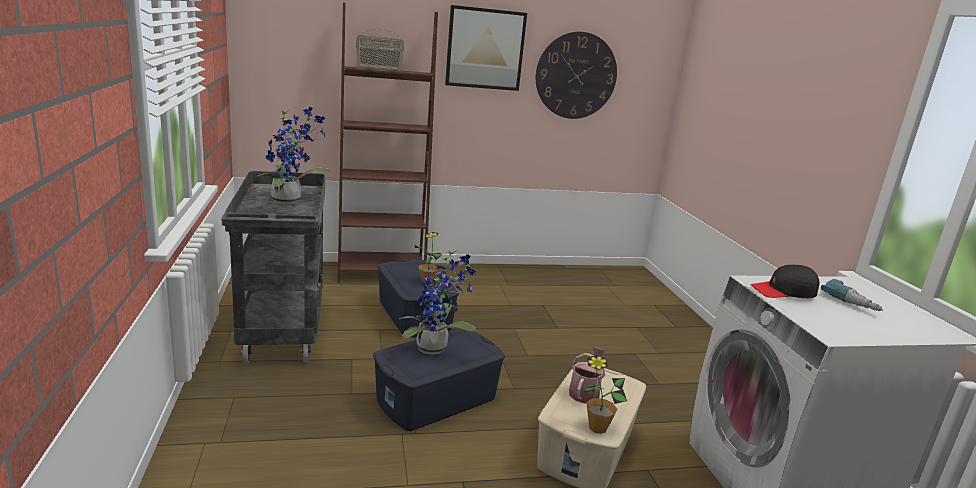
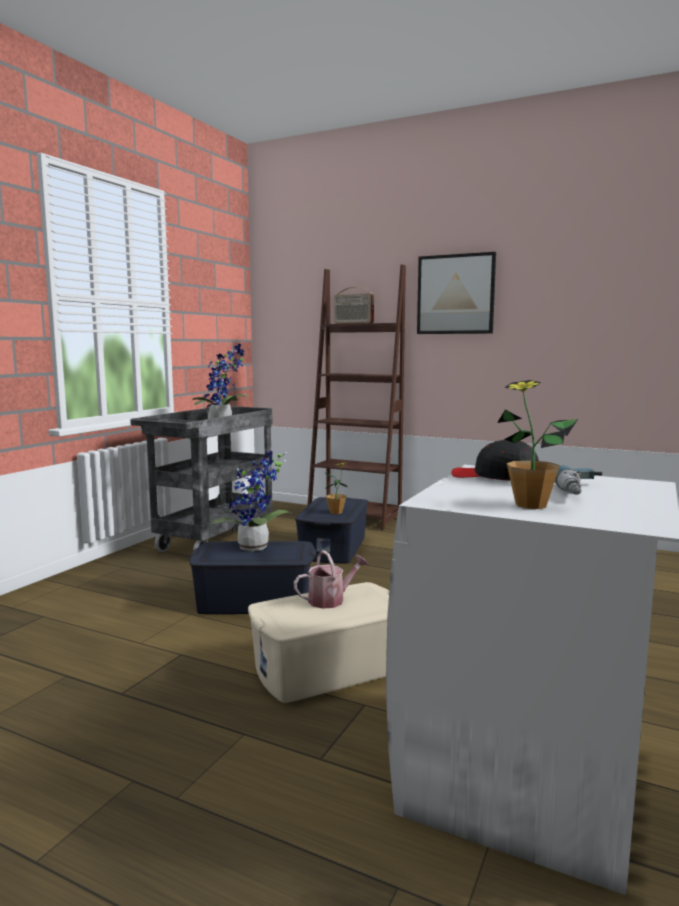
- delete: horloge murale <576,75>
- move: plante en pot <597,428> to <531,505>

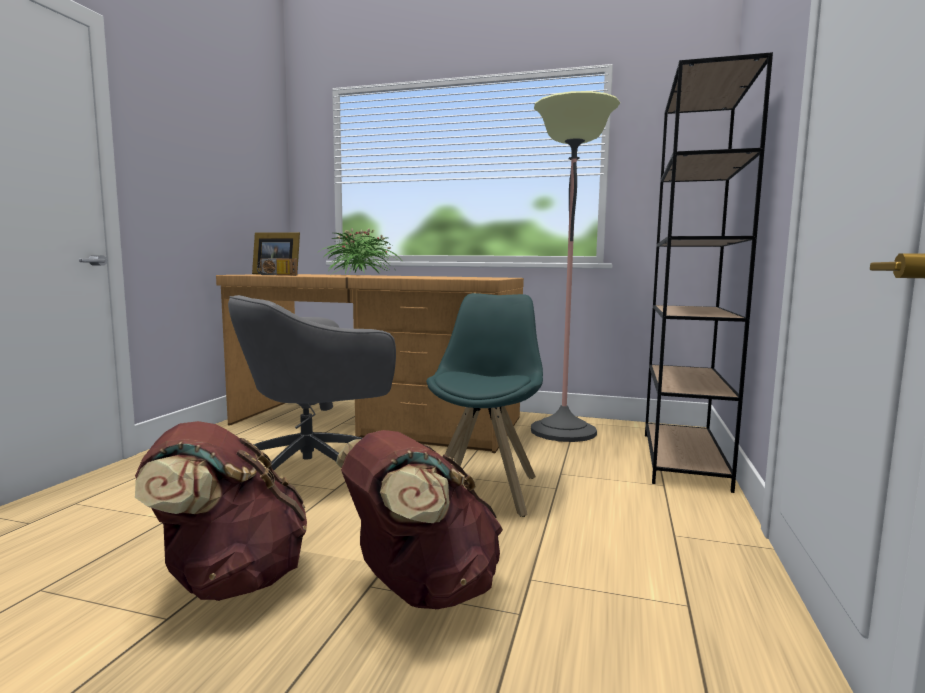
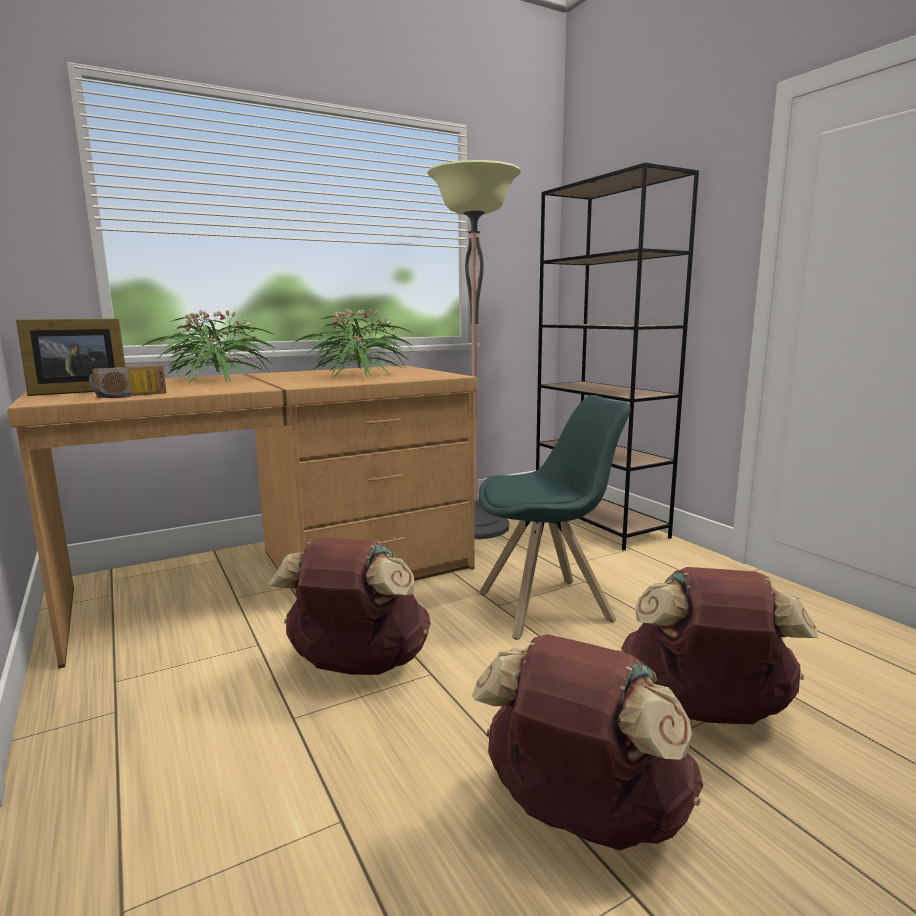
- rotate: chaise/turquoise <484,489> = <546,607> 105 degrees clockwise
- replace: chaise de bureau/gris <313,471> to sac à dos/marron <357,667>
- insert: plante en pot <358,375>

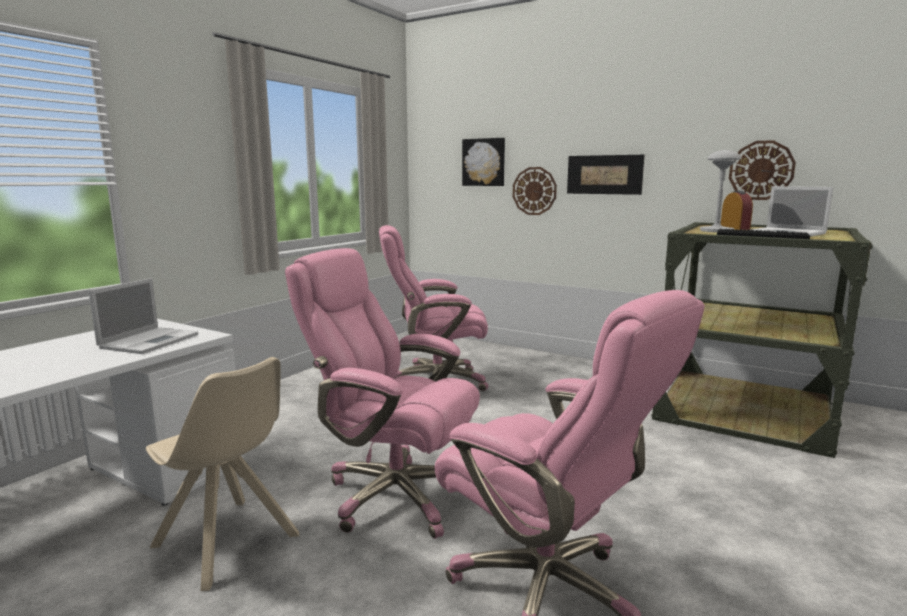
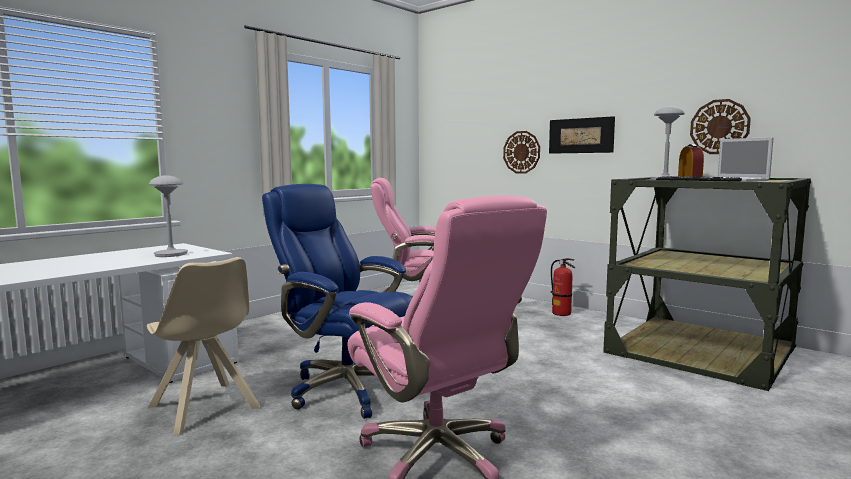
- delete: tableau <484,162>
- recolor: chaise de bureau/rose <393,495> to chaise de bureau/bleu <345,389>
- replace: ordinateur portable <150,341> to lampe de table/gris <171,254>
- insert: extincteur <561,313>

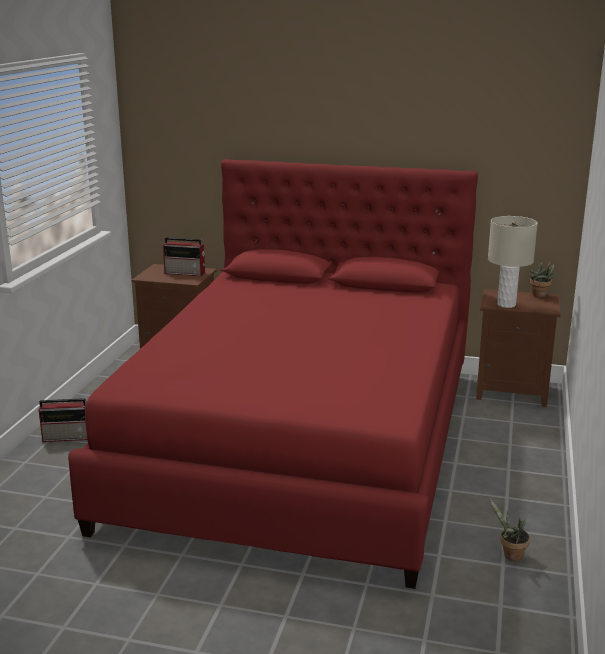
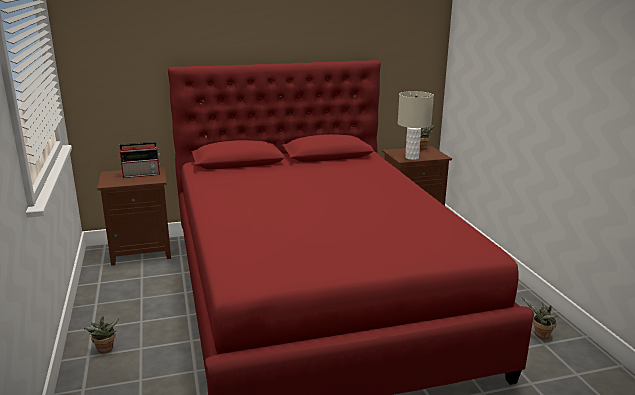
- replace: radio <68,437> to plante en pot <105,350>

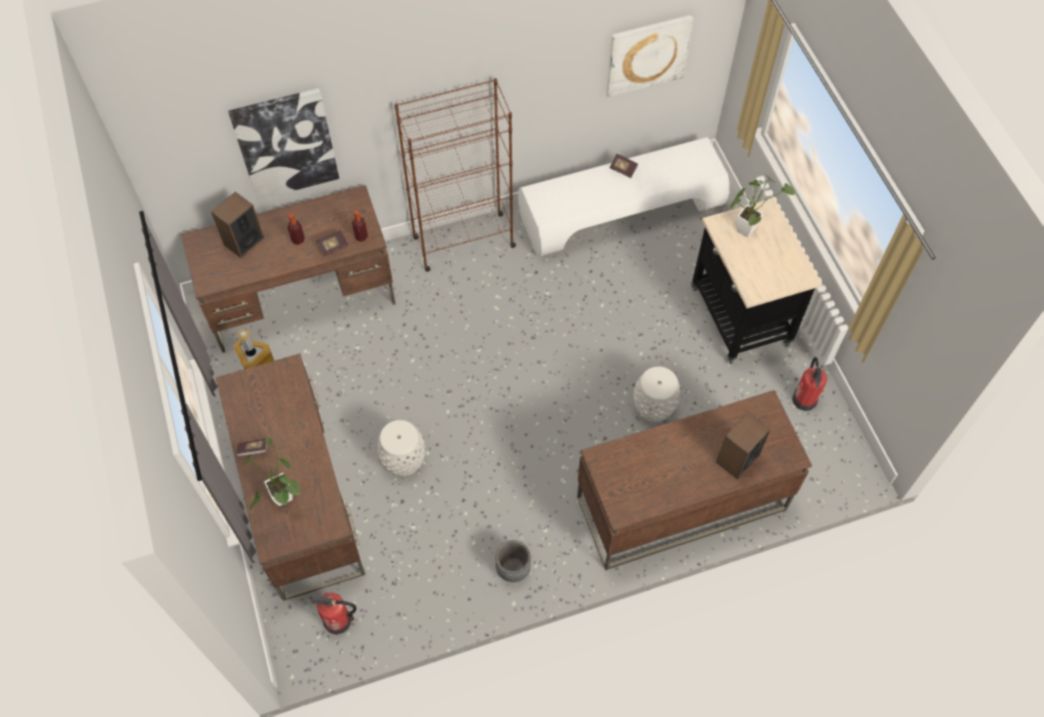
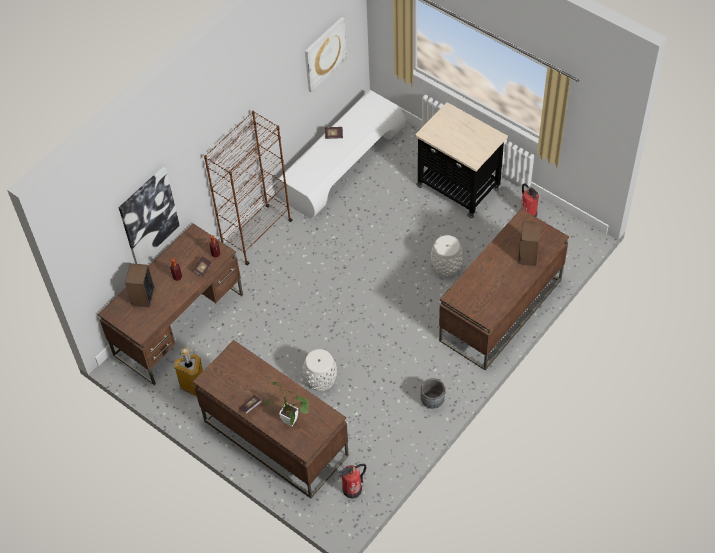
- delete: plante en pot <748,228>

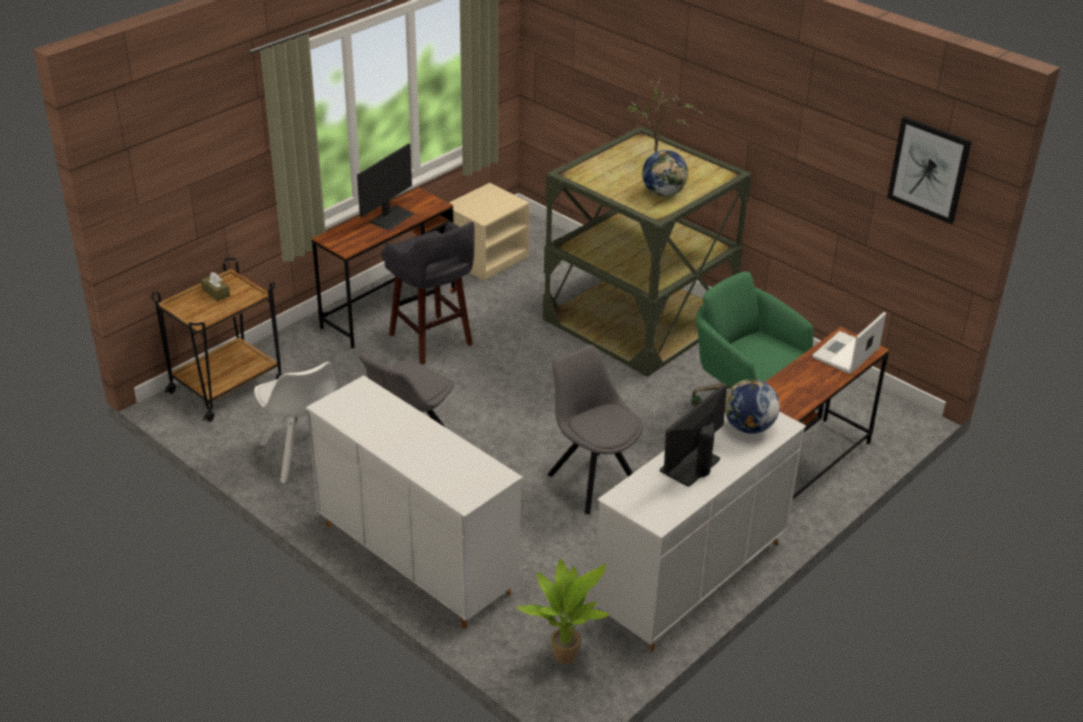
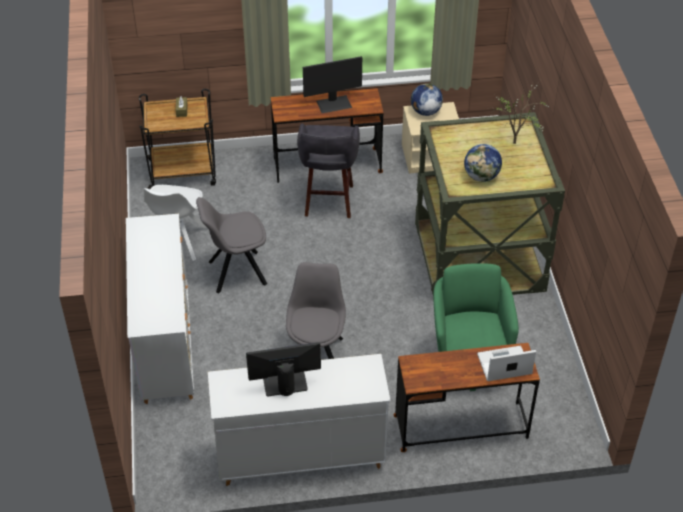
- delete: tableau <929,169>
- move: globe <748,427> to <425,112>
- delete: plante en pot <564,655>

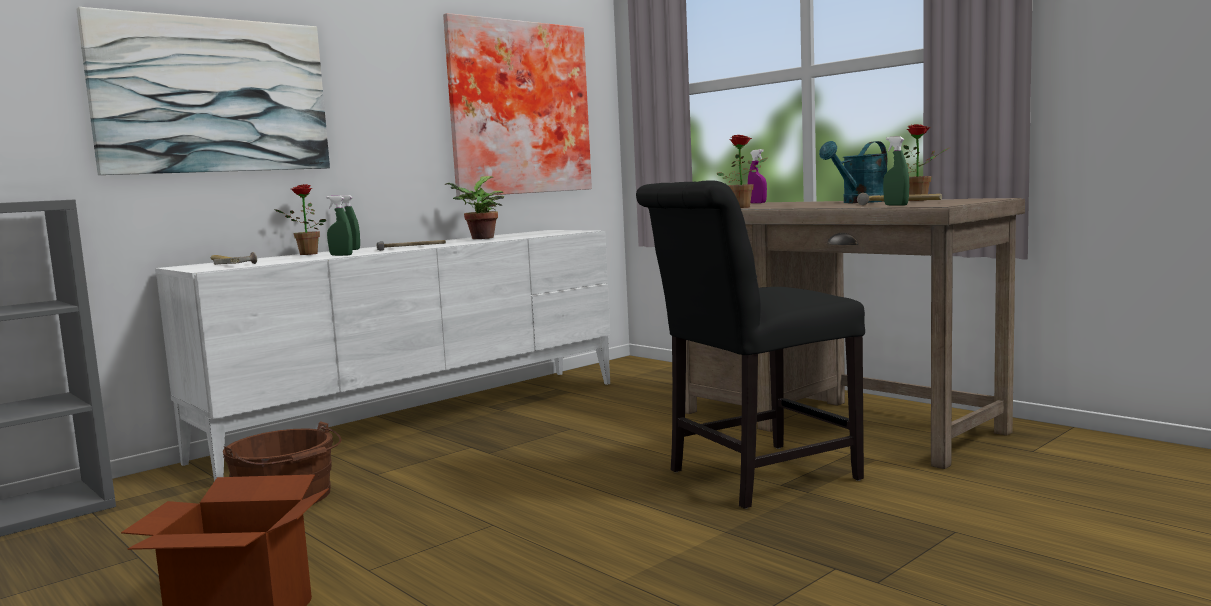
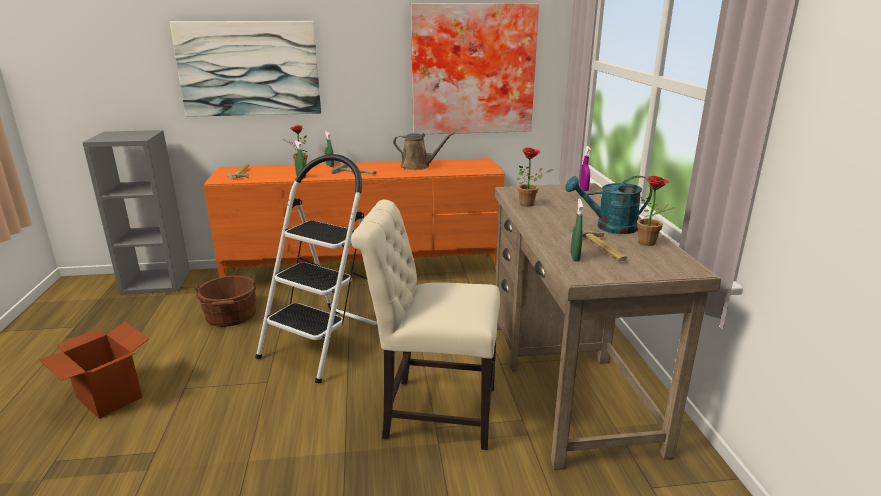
- replace: plante en pot <480,238> to arrosoir/marron <418,166>
- recolor: chaise/noir <752,477> to chaise/beige <432,411>
- recolor: meuble de rangement/blanc <423,418> to meuble de rangement/orange <365,273>
- insert: escabeau <329,342>

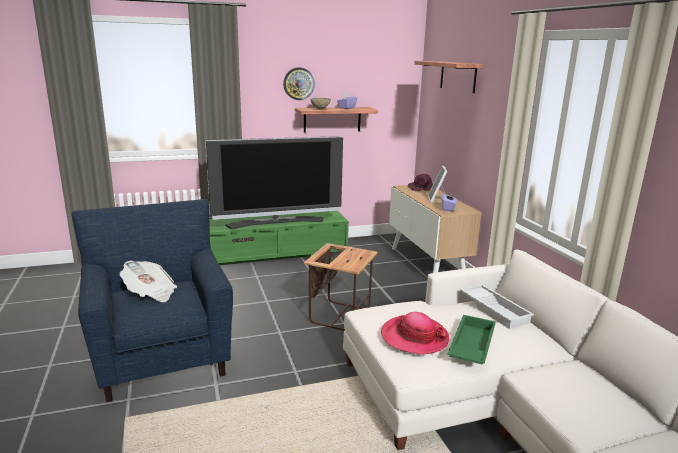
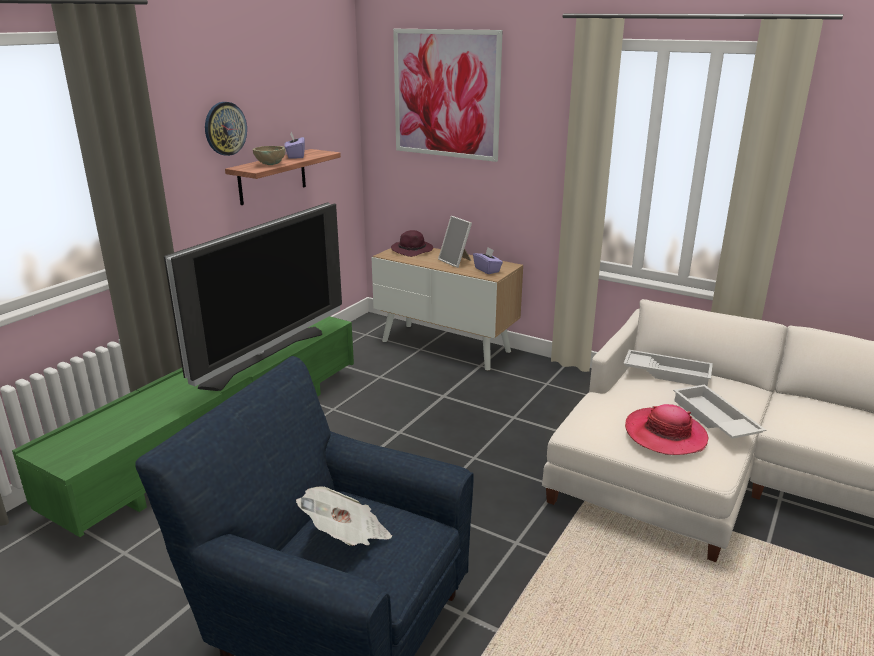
- replace: étagère <458,76> to tableau <446,94>
- delete: table d'appoint <340,315>
- recolor: plateau/vert <470,345> to plateau/blanc <713,419>

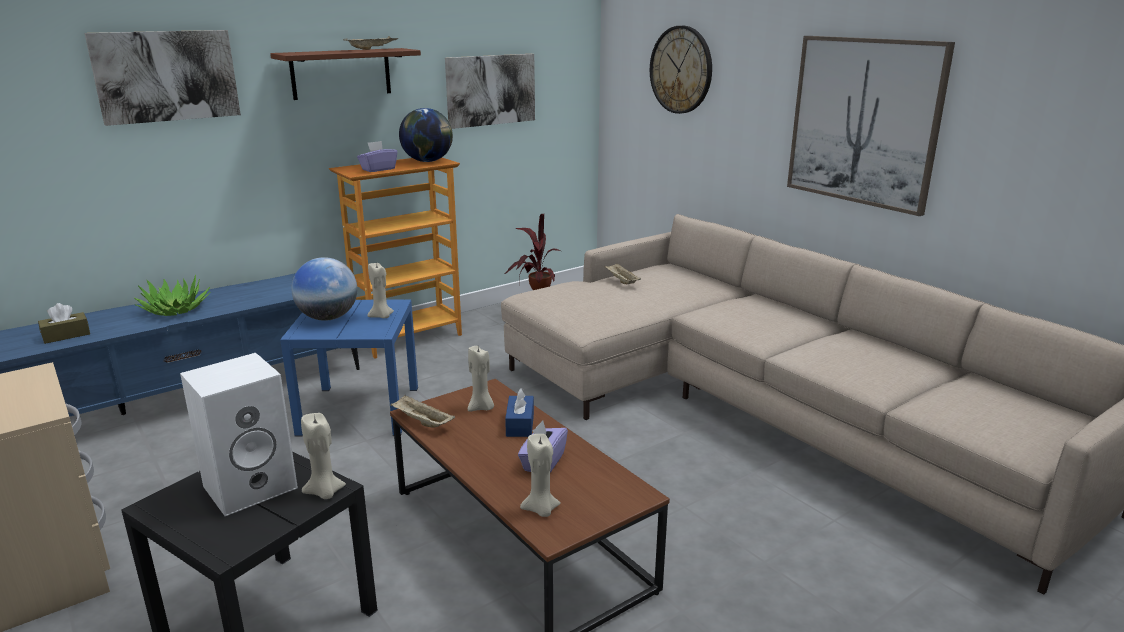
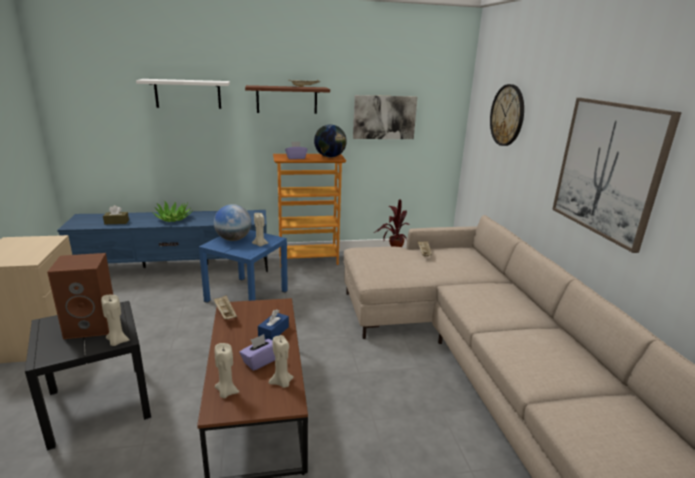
- replace: tableau <166,76> to étagère/blanc <188,94>
- move: bougie/beige <481,408> to <282,383>
- recolor: enceinte/blanc <252,485> to enceinte/marron <93,326>

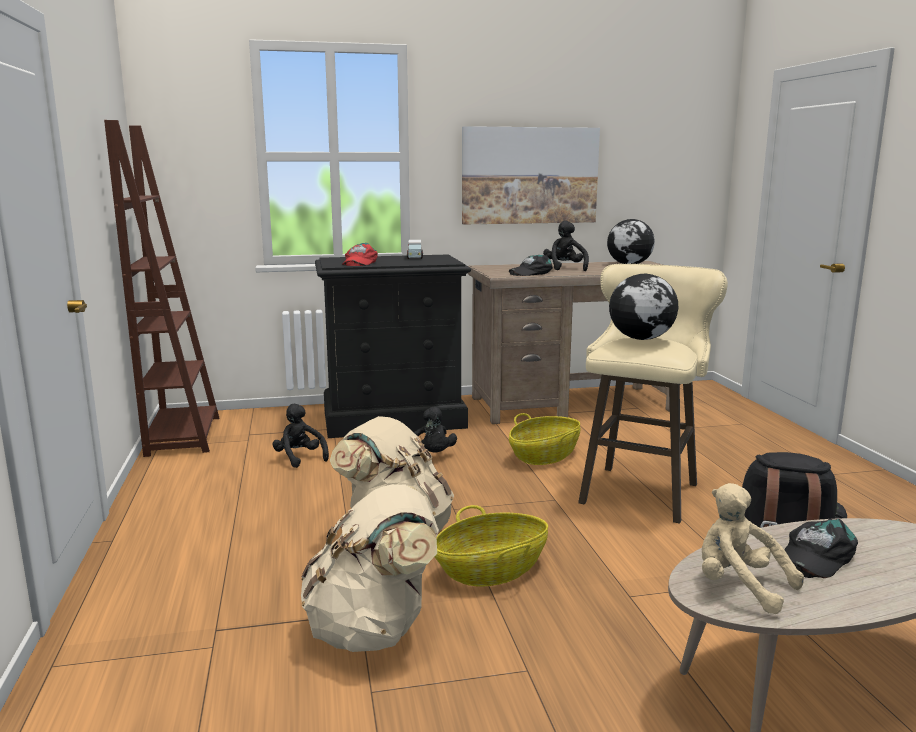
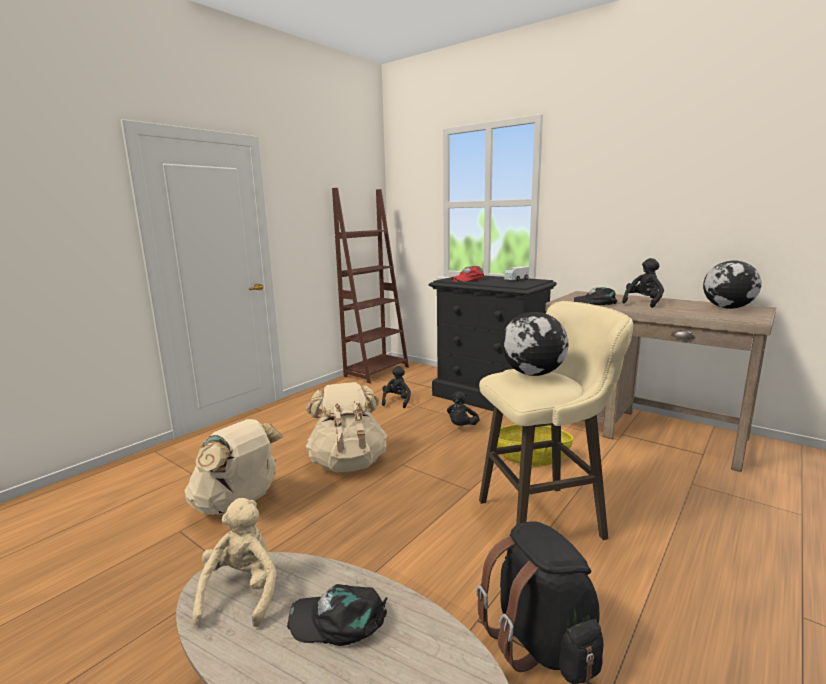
- delete: tableau <529,175>
- delete: panier <491,570>

